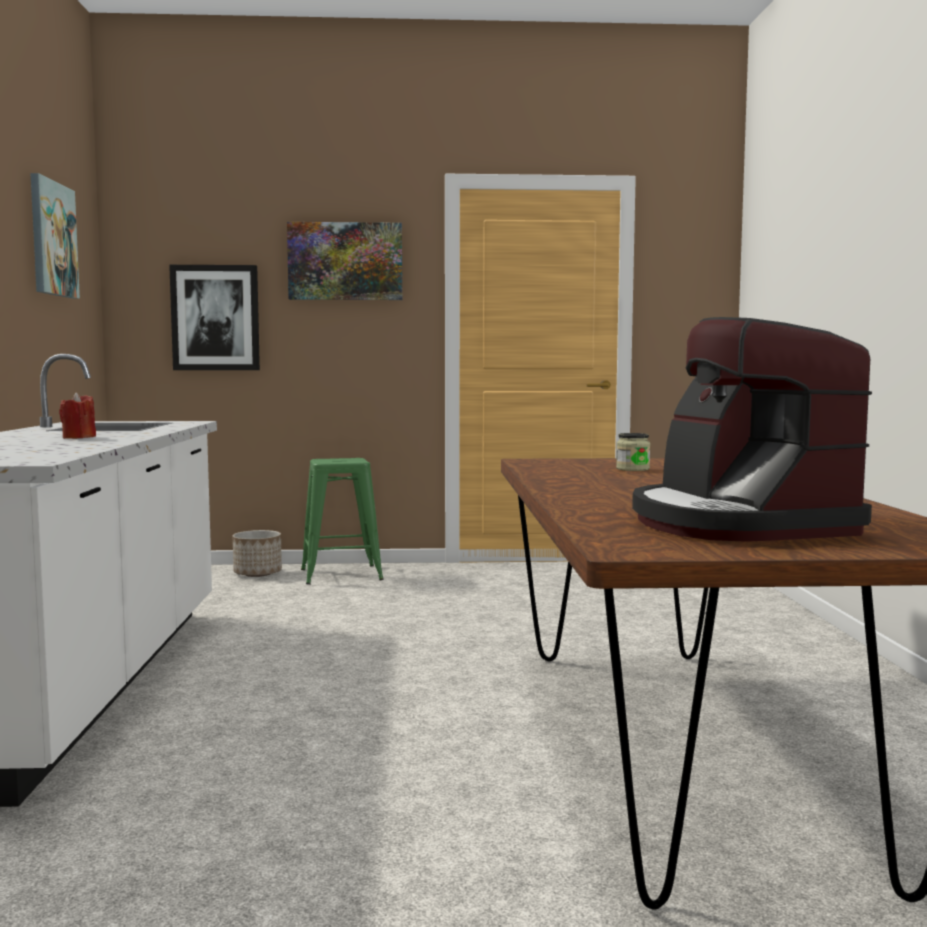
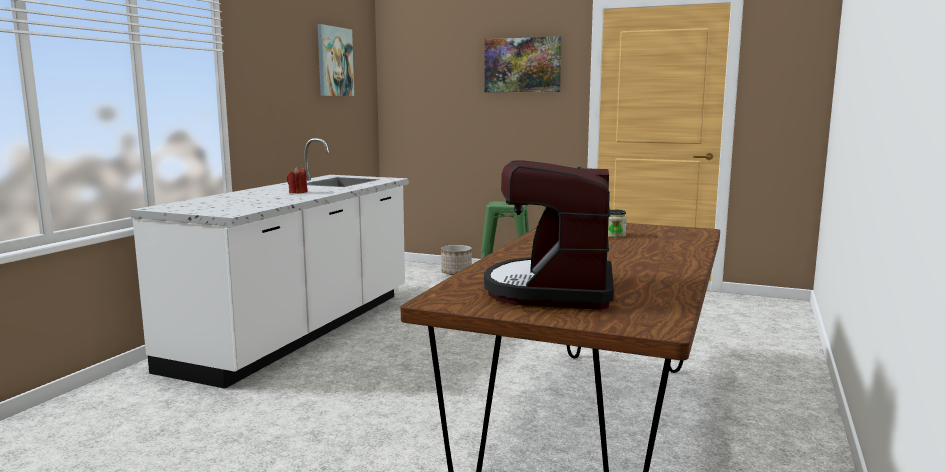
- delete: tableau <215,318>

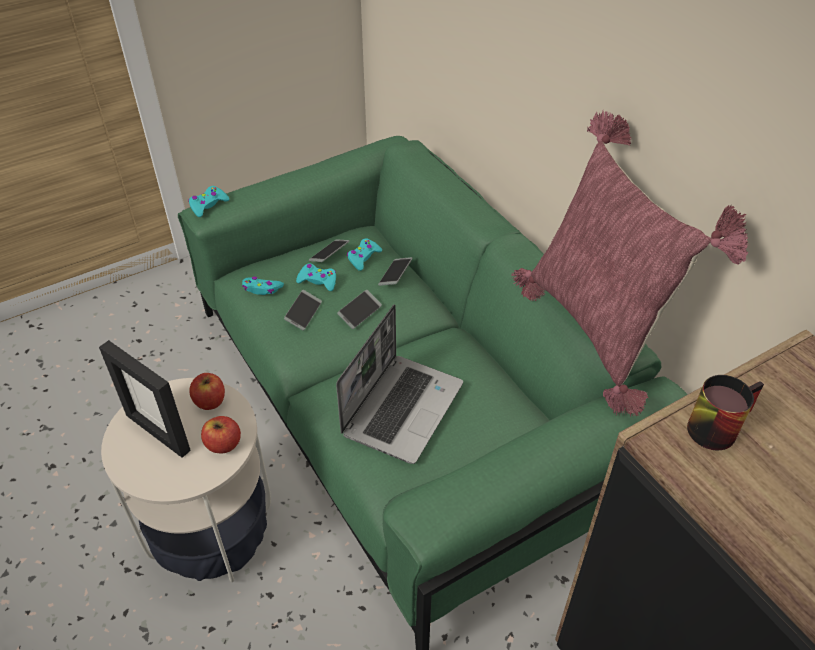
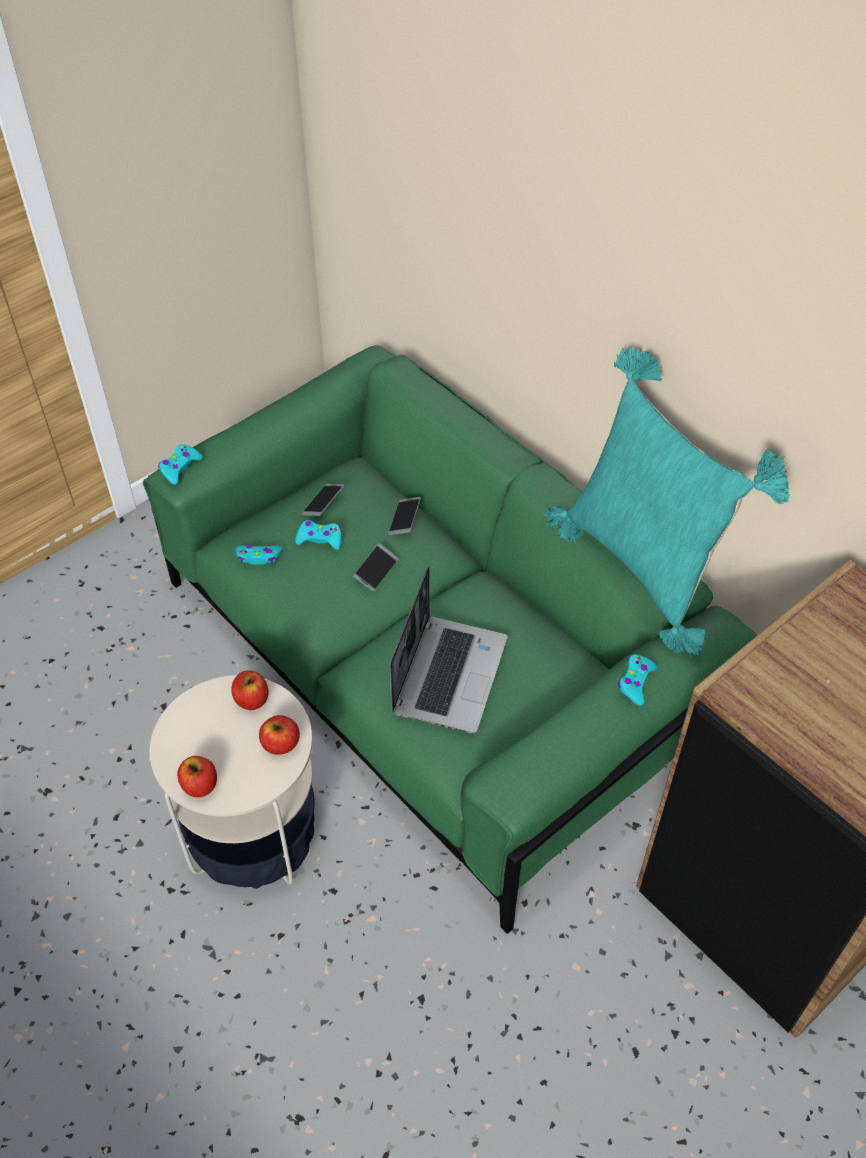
- recolor: coussin/rouge <597,340> to coussin/turquoise <644,576>
- move: manette/turquoise <363,258> to <635,682>
- delete: téléphone <303,313>
- delete: cadre photo <159,431>
- delete: mug <715,424>
- insert: pomme <200,785>

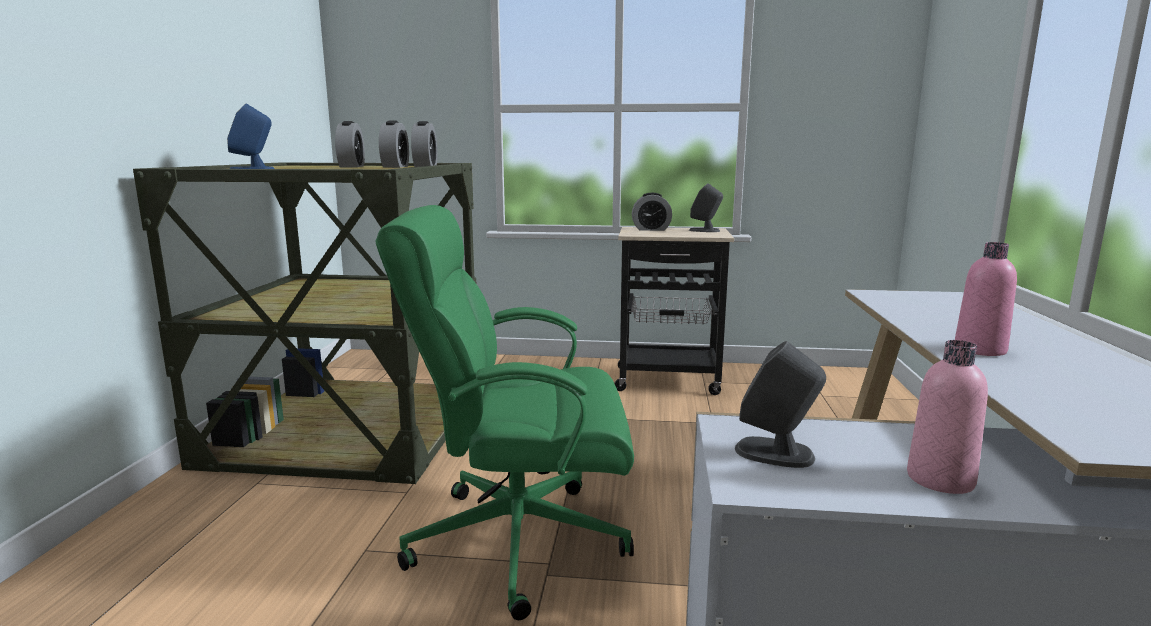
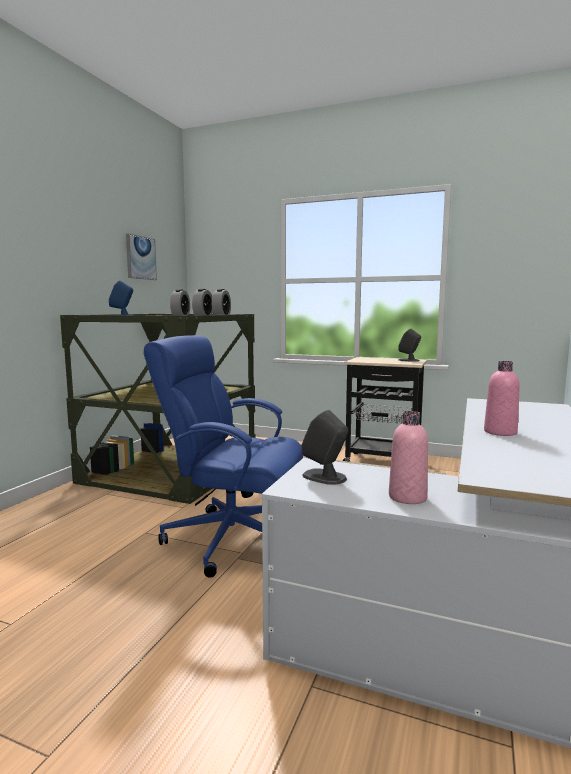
- delete: réveil <651,229>
- recolor: chaise de bureau/vert <519,540> to chaise de bureau/bleu <232,539>
- insert: tableau <140,258>

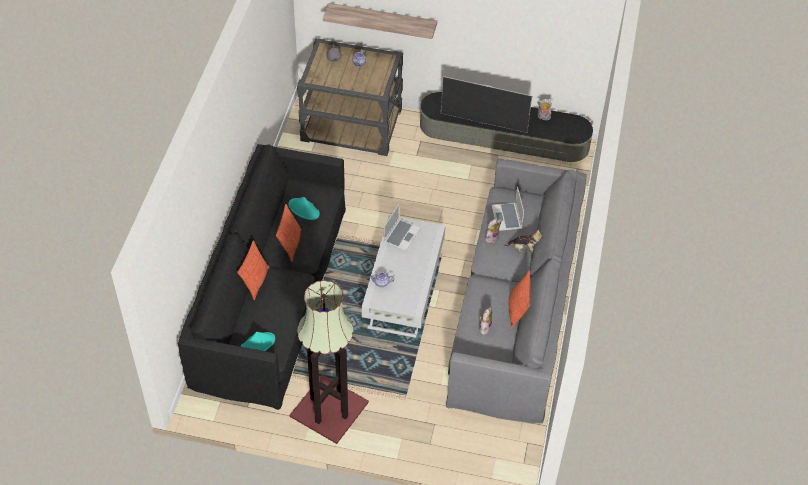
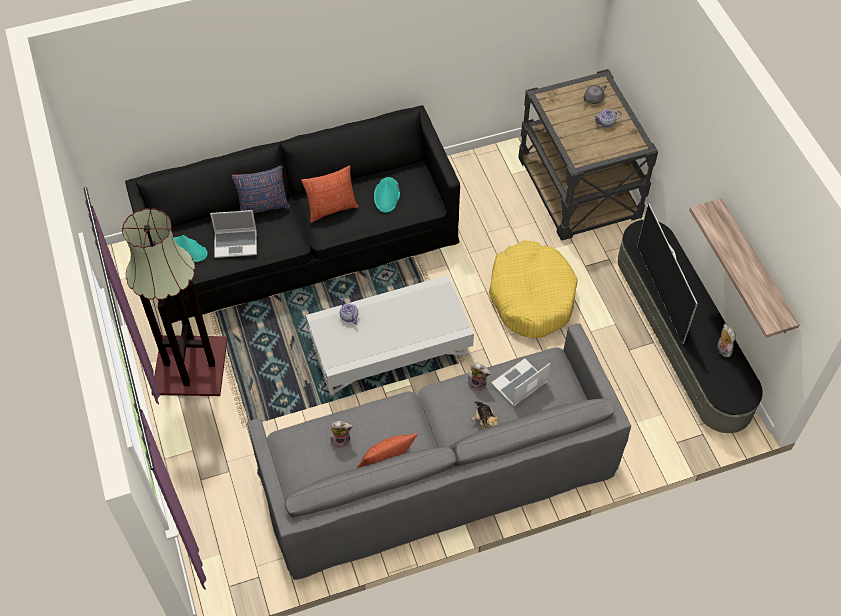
- move: étagère <382,19> to <755,268>
- move: ordinateur portable <401,235> to <236,243>
- recolor: coussin/orange <255,282> to coussin/bleu <264,207>
- insert: panier pour chien/jaune <531,296>

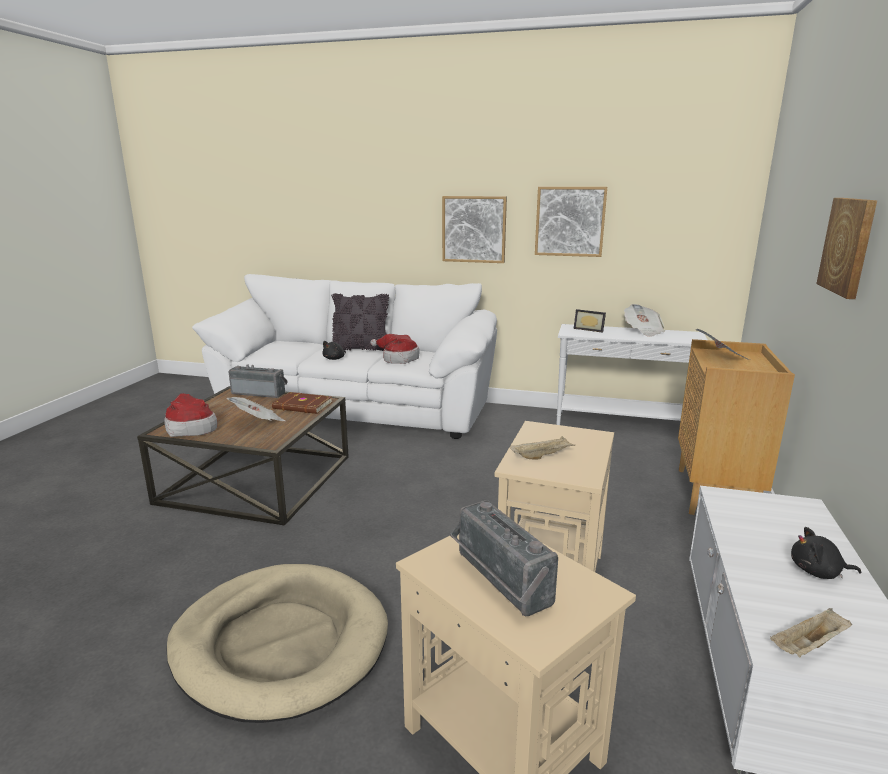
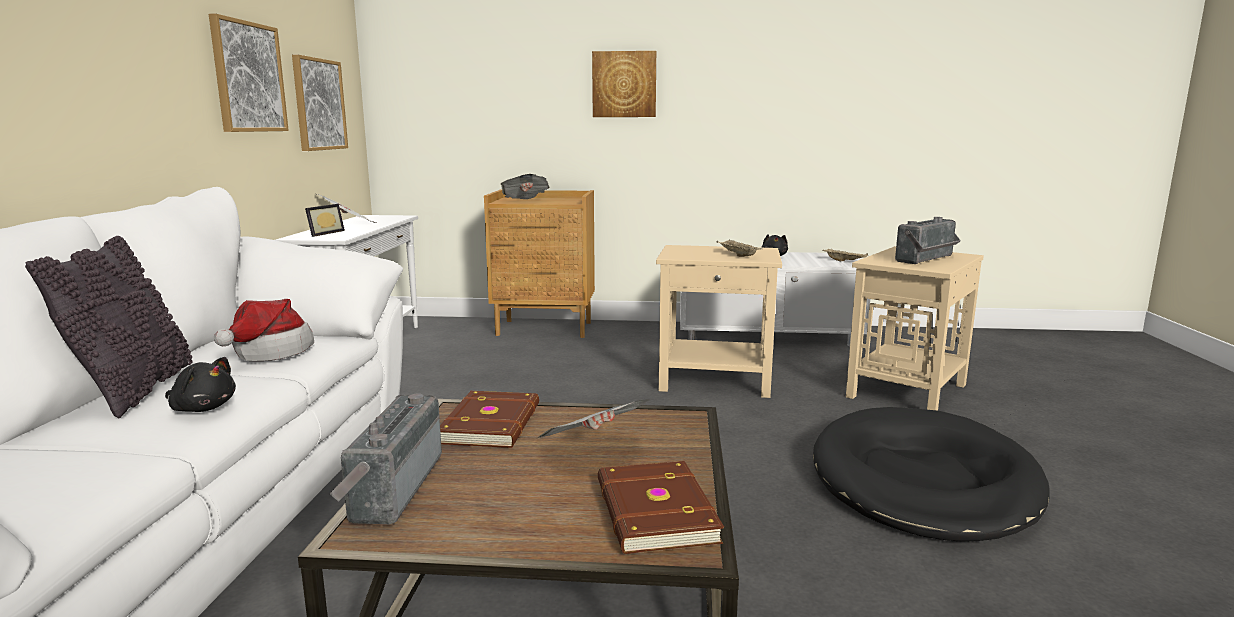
- move: tableau <474,229> to <319,104>
- replace: chapeau <191,428> to livre/marron <653,512>
- recolor: panier pour chien/beige <280,643> to panier pour chien/noir <923,481>

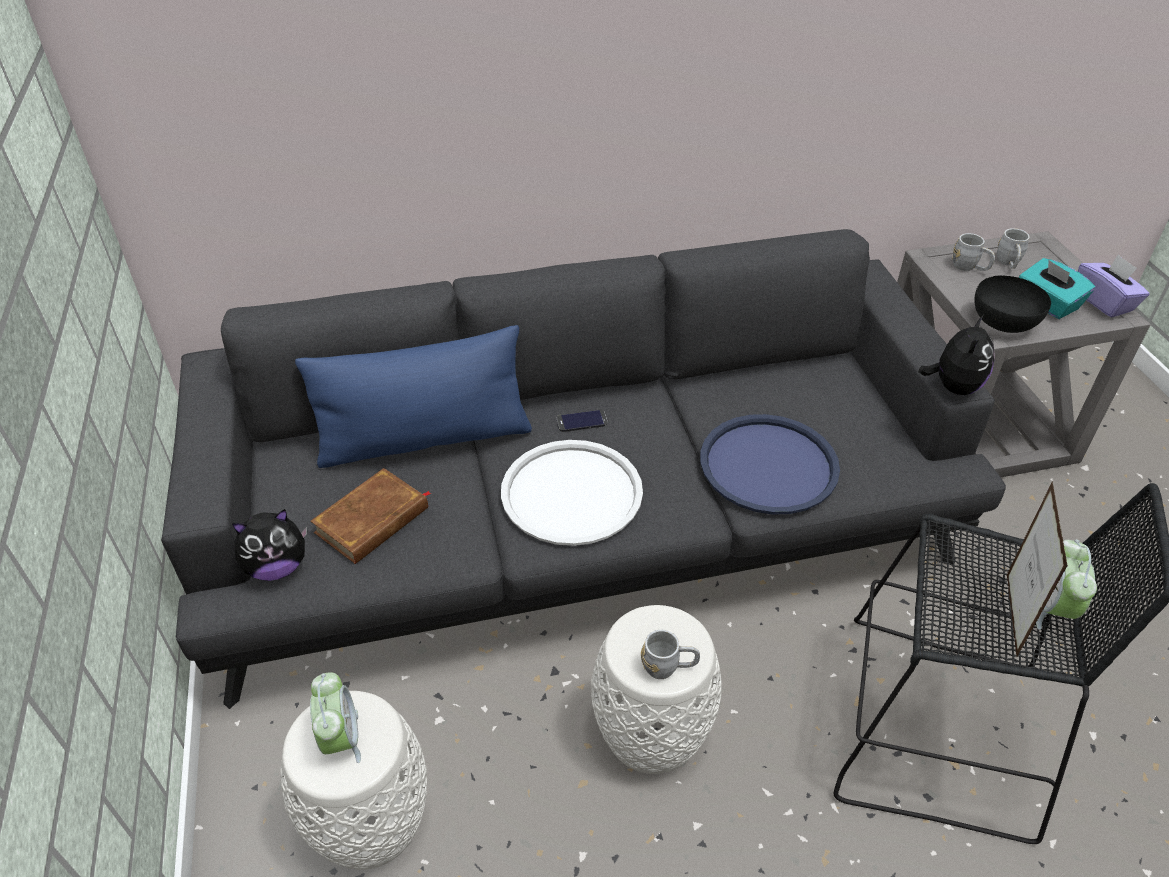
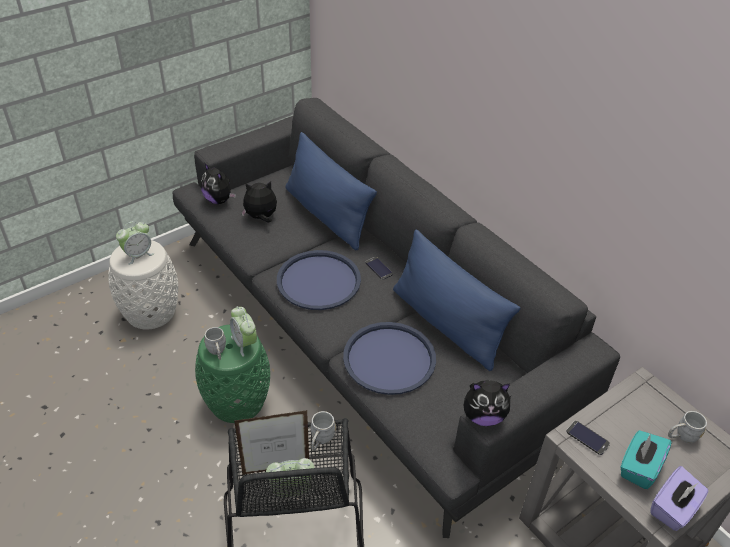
- move: mug/gris <969,267> to <320,440>
- replace: bol/noir <1003,321> to téléphone <587,438>
- recolor: plateau/blanc <572,493> to plateau/bleu <318,281>
- replace: livre/marron <373,520> to peluche <261,217>
- recolor: tabouret/blanc <652,731> to tabouret/vert <237,401>
- insert: coussin/bleu <446,324>
- insert: réveil <244,343>

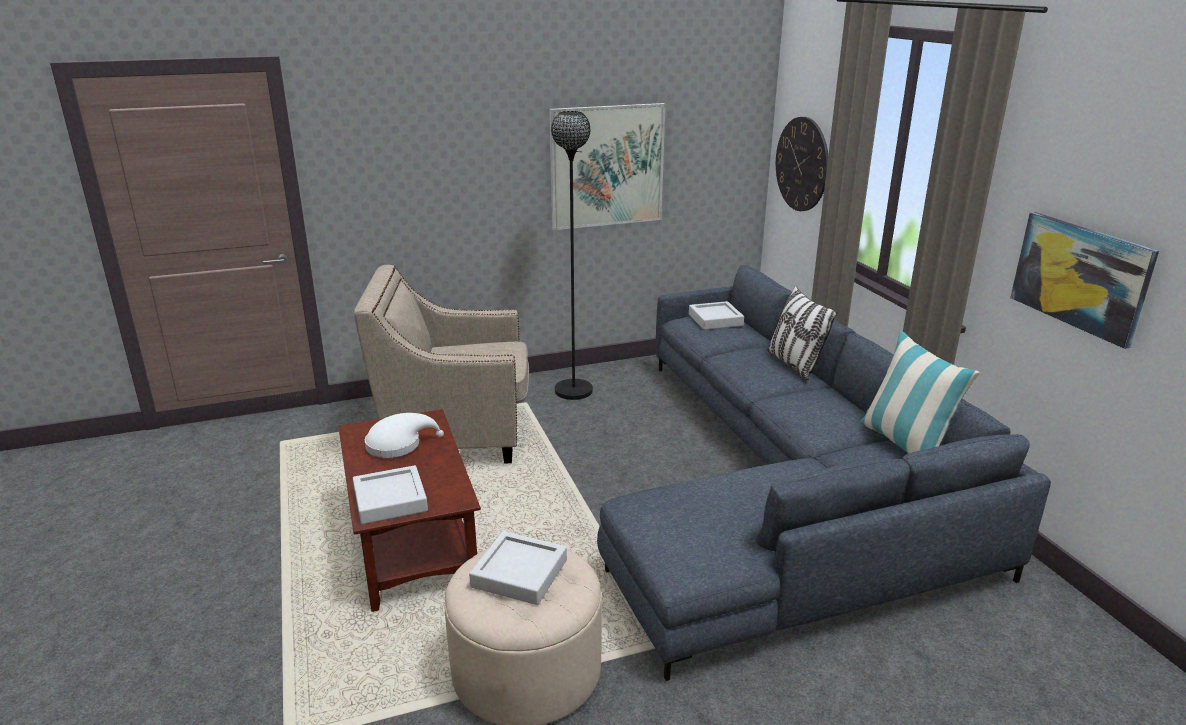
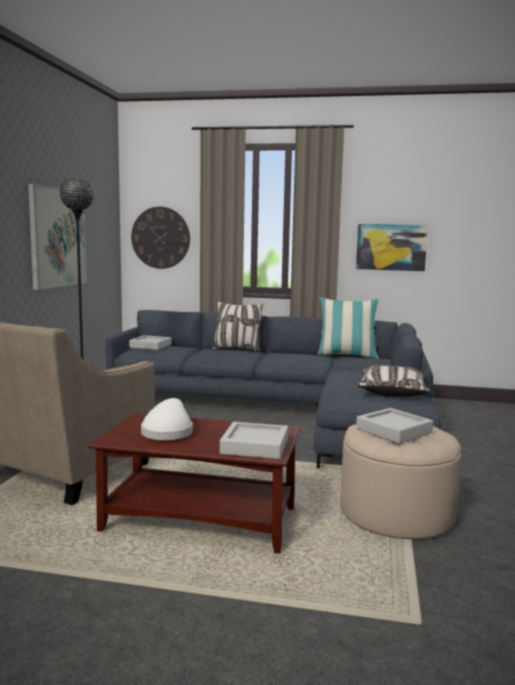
- insert: coussin <391,392>

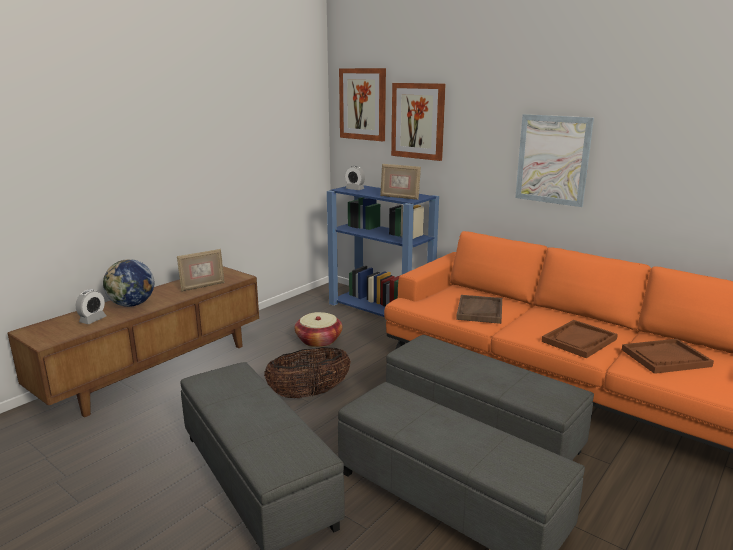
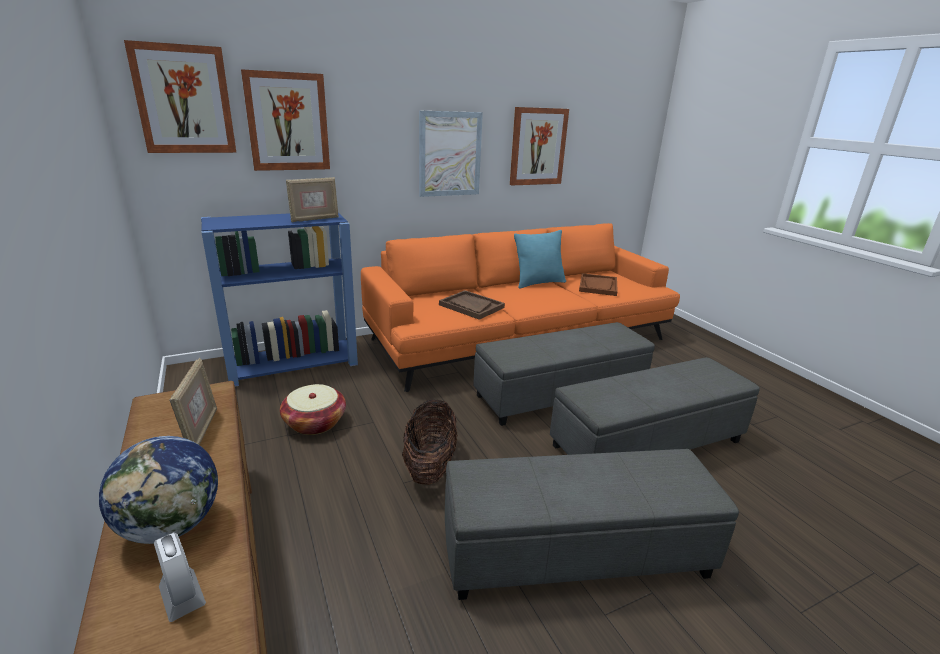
- delete: réveil <354,189>
- delete: plateau/marron <579,340>
- insert: tableau <538,147>
- insert: coussin/turquoise <538,283>

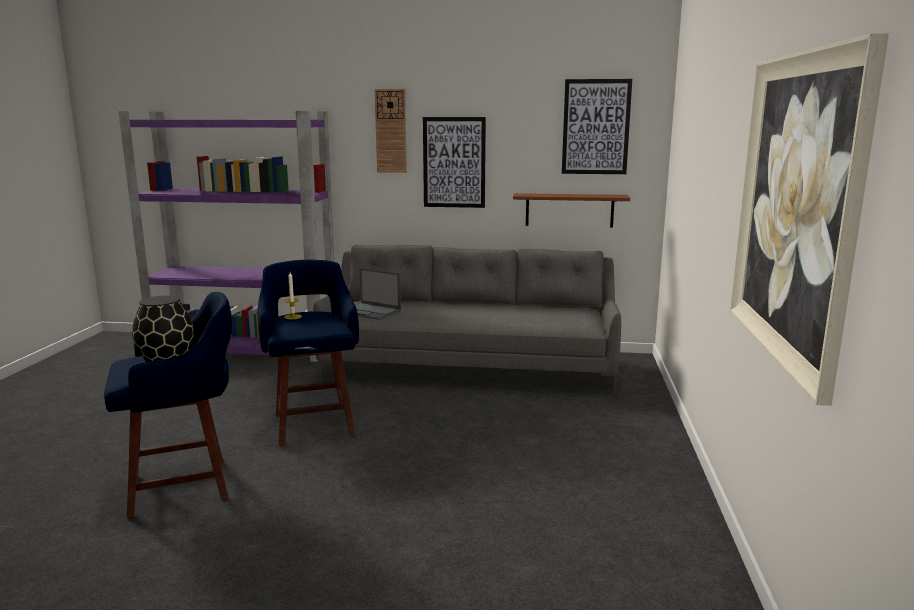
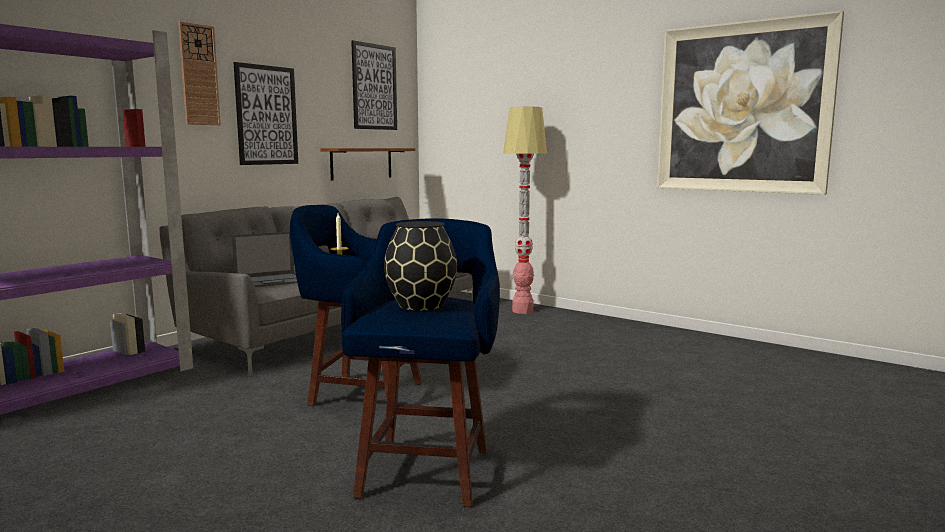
- insert: lampadaire <523,311>

